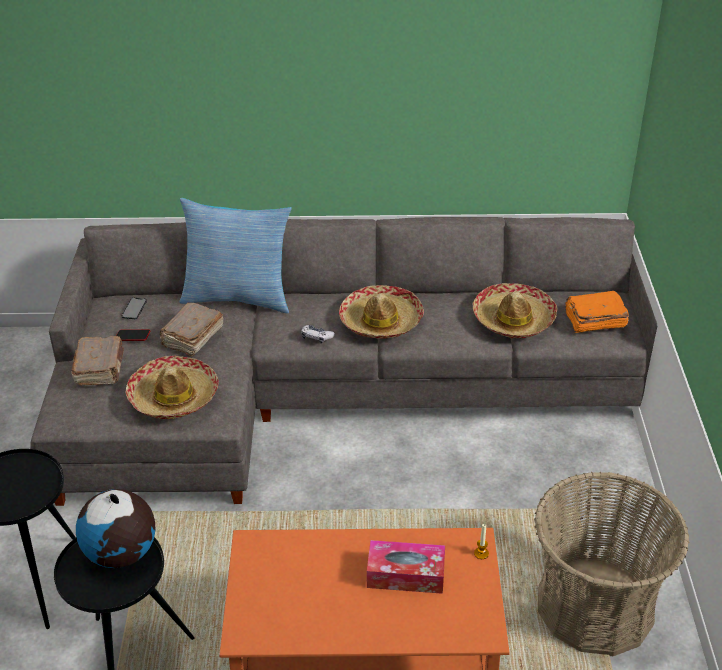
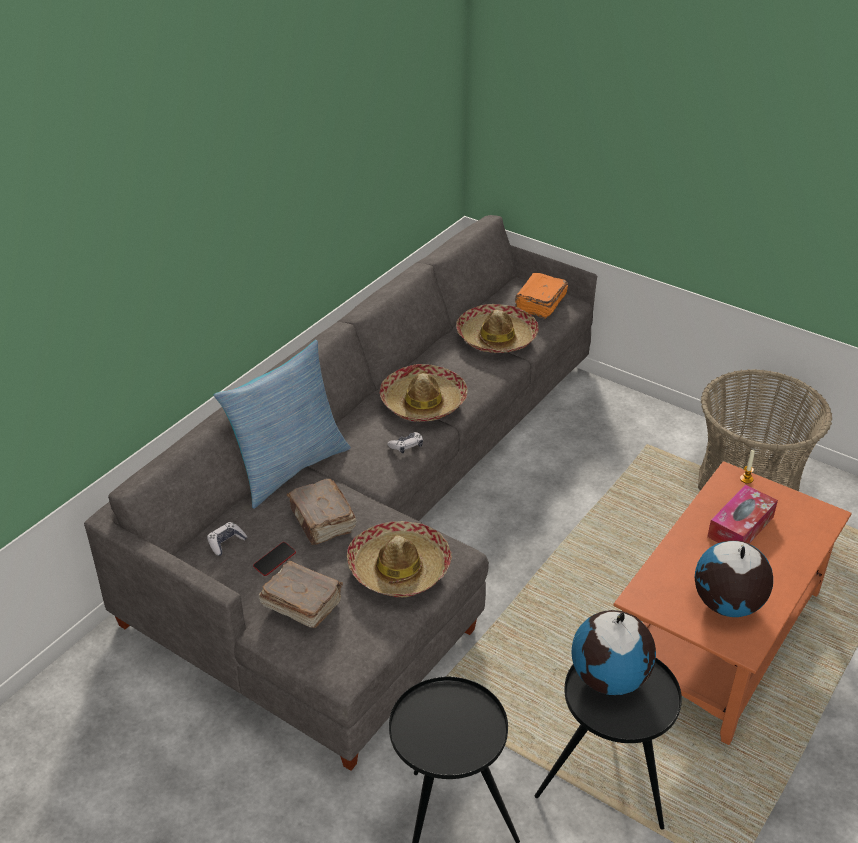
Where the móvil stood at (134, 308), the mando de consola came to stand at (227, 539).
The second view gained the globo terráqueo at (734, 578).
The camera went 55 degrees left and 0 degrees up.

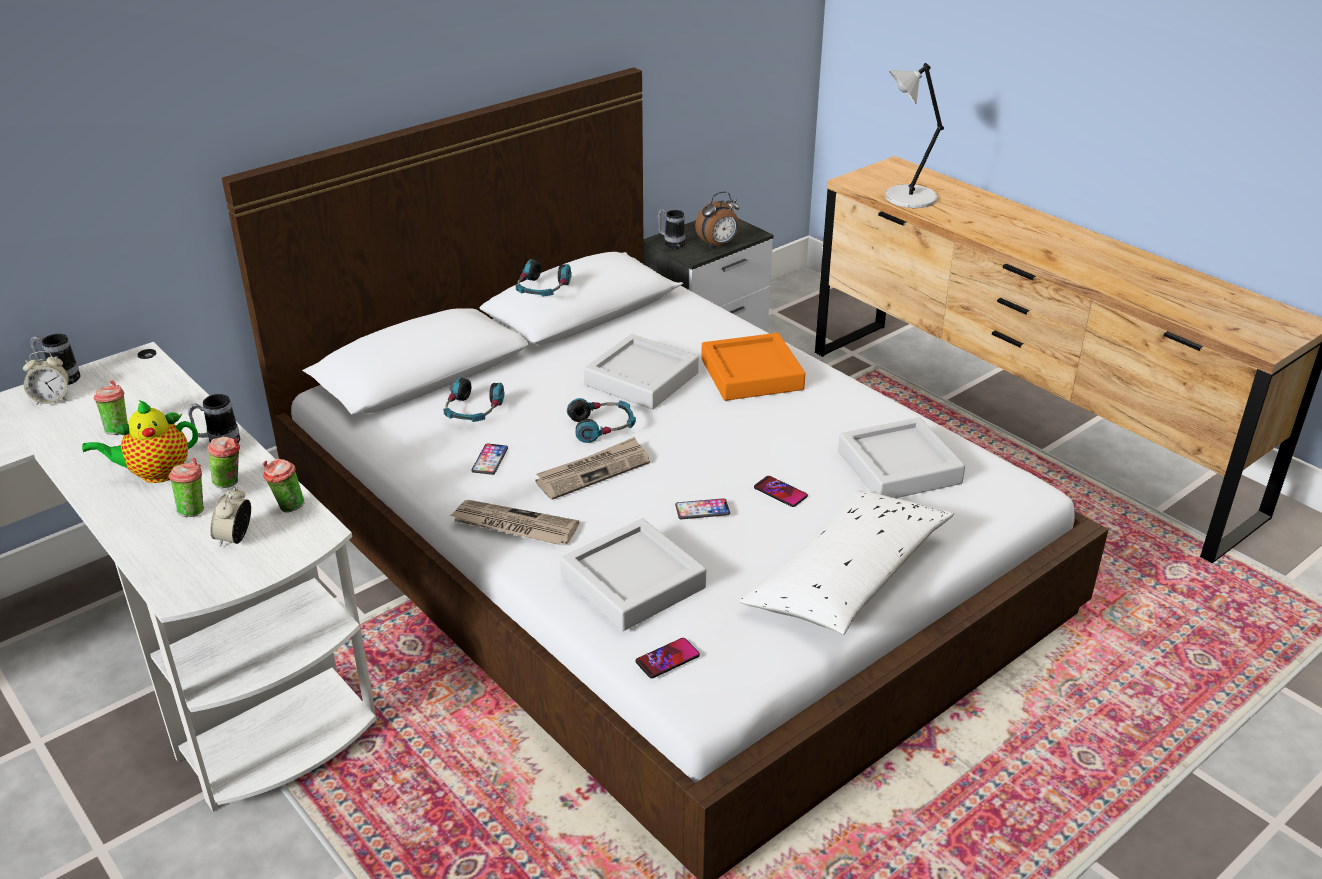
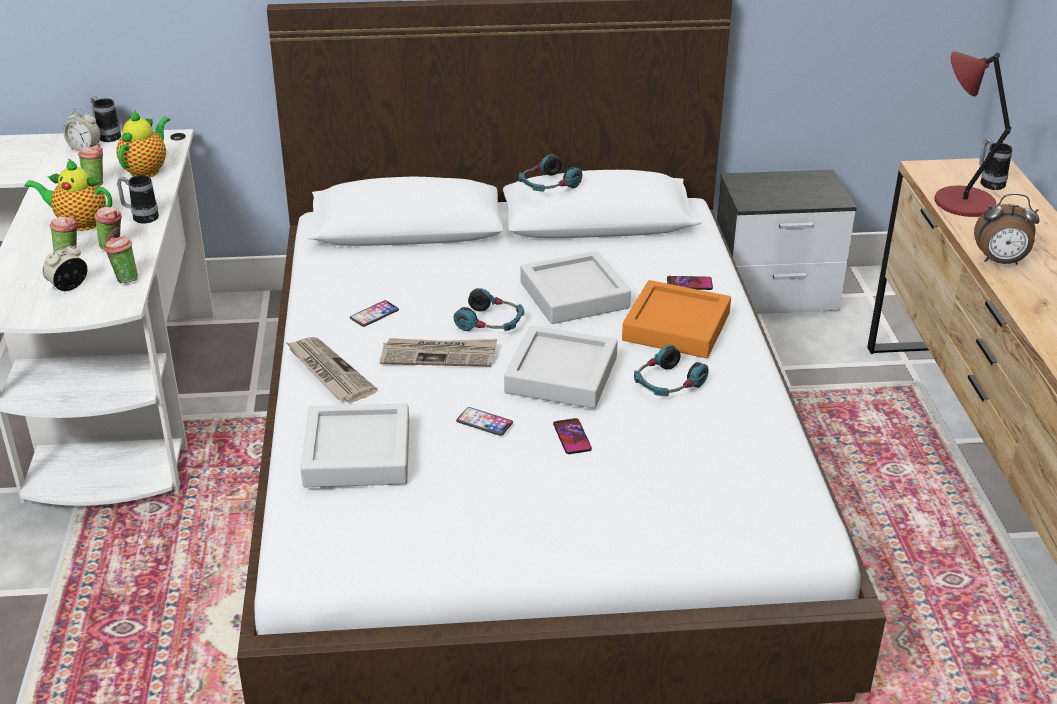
The second view gained the tetera at (143, 143).
The bandeja [gris] ended up elsewhere, having gone from (901, 457) to (561, 367).
The auriculares ended up elsewhere, having gone from (474, 399) to (671, 370).
The móvil ended up elsewhere, having gone from (668, 658) to (690, 283).
What was the lámpara de mesa [gris] at (914, 135) turned into the lámpara de mesa [rojo] at (973, 134).
The despertador ended up elsewhere, having gone from (717, 219) to (1007, 229).
The taza grande ended up elsewhere, having gone from (671, 229) to (995, 164).
The second view lost the cojín [blanco] at (846, 562).
The camera went 35 degrees right and 0 degrees up.

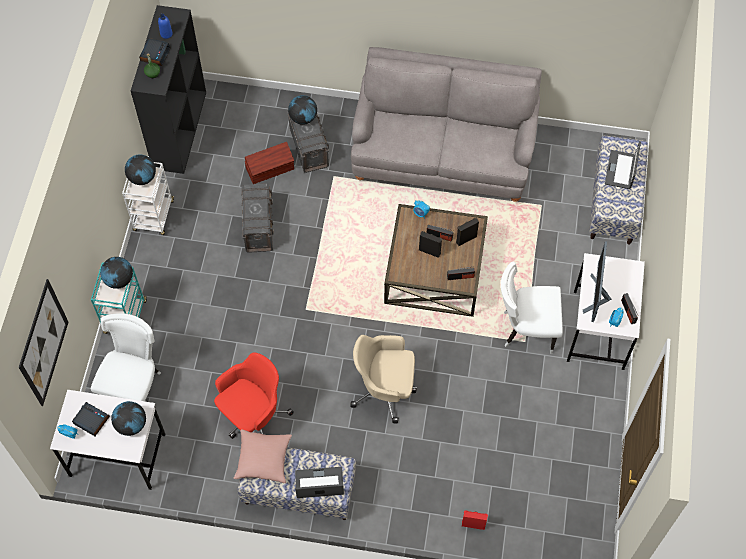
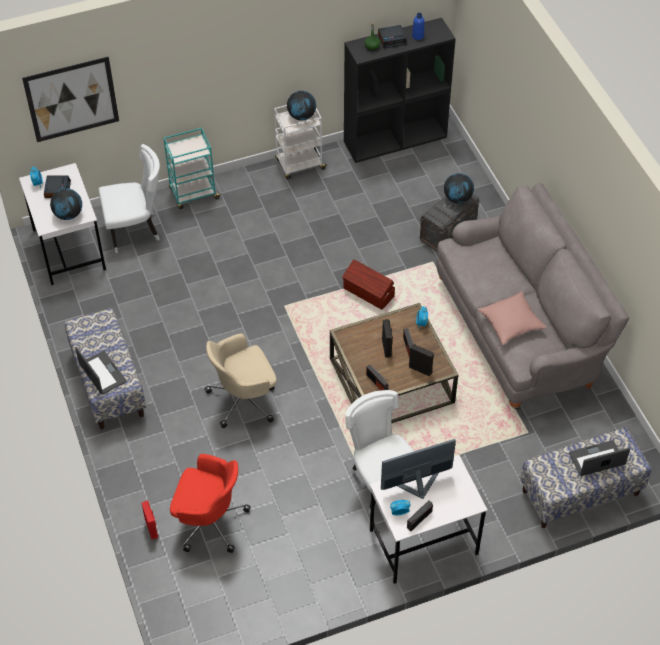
The silla de oficina [rojo] ended up elsewhere, having gone from (254, 395) to (210, 503).
The silla de oficina [beis] at (383, 379) ended up facing another way, 90 degrees counterclockwise from before.
The caja de almacenaje [marrón] ended up elsewhere, having gone from (269, 163) to (368, 284).
The cojín [rosa] ended up elsewhere, having gone from (263, 456) to (512, 318).
The second view lost the globo terráqueo at (116, 273).
The second view lost the caja de almacenaje [gris] at (257, 218).
The camera went 60 degrees right and 10 degrees down.

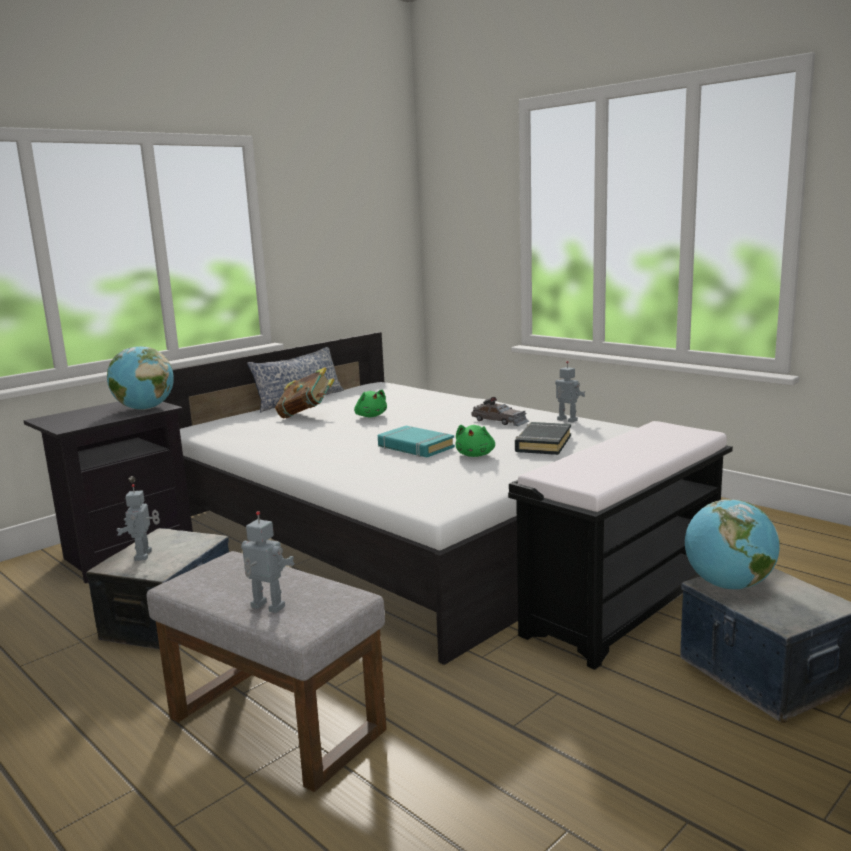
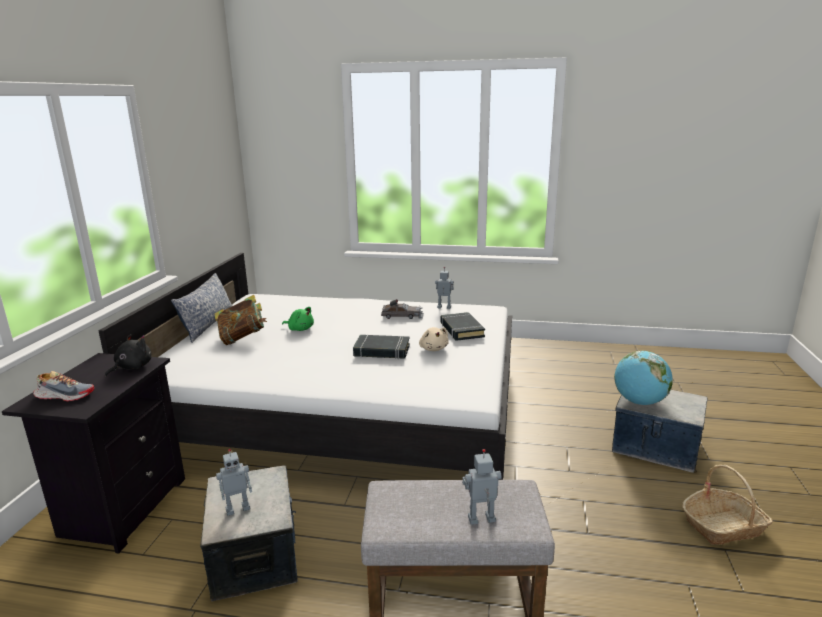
The second view gained the zapato at (63, 386).
Where the globo terráqueo stood at (140, 378), the peluche [negro] came to stand at (128, 355).
The robot de juguete at (138, 522) ended up facing another way, 75 degrees counterclockwise from before.
What was the libro [turquesa] at (416, 442) turned into the libro [negro] at (381, 347).
What was the peluche [verde] at (475, 441) turned into the peluche [beis] at (434, 339).
The second view gained the cesta at (727, 505).
The second view lost the banco [negro] at (620, 545).
The camera went 35 degrees left and 5 degrees up.

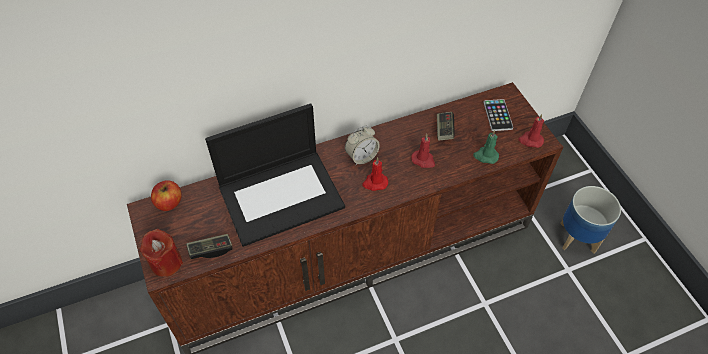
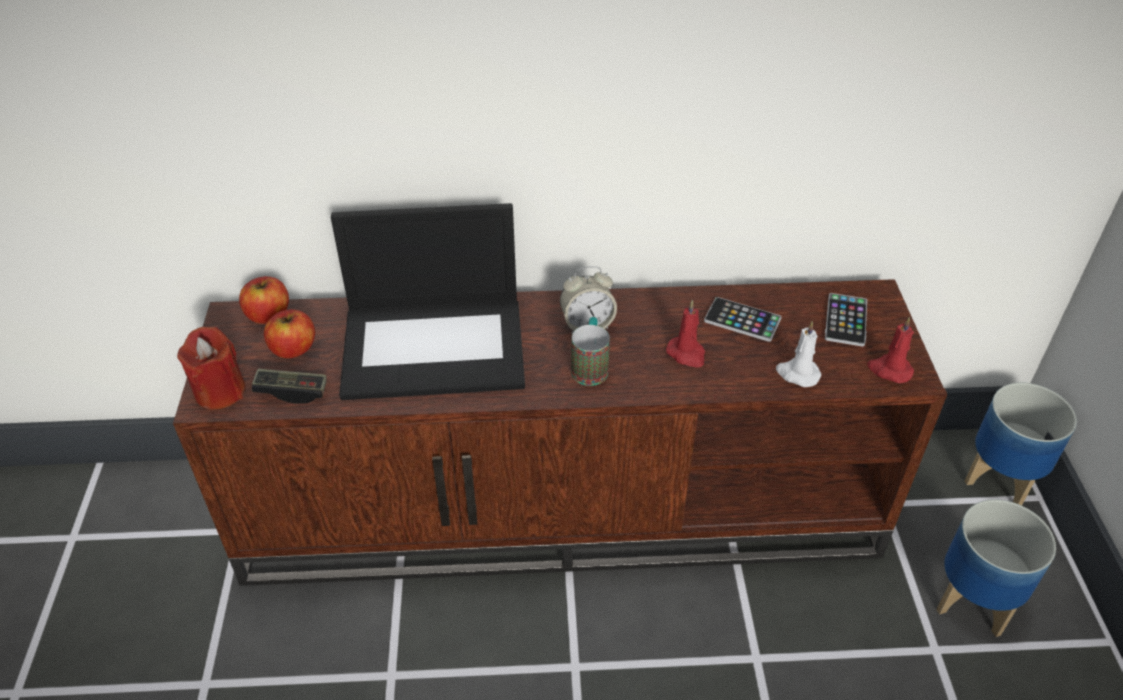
The second view gained the manzana at (289, 334).
Where the vela [rojo] stood at (375, 174), the taza grande came to stand at (590, 351).
Where the mando de consola stood at (446, 126), the móvil came to stand at (742, 319).
What was the vela [verde] at (486, 147) turned into the vela [blanco] at (798, 354).
The second view gained the maceta at (1021, 444).
The camera went 20 degrees right and 10 degrees down.

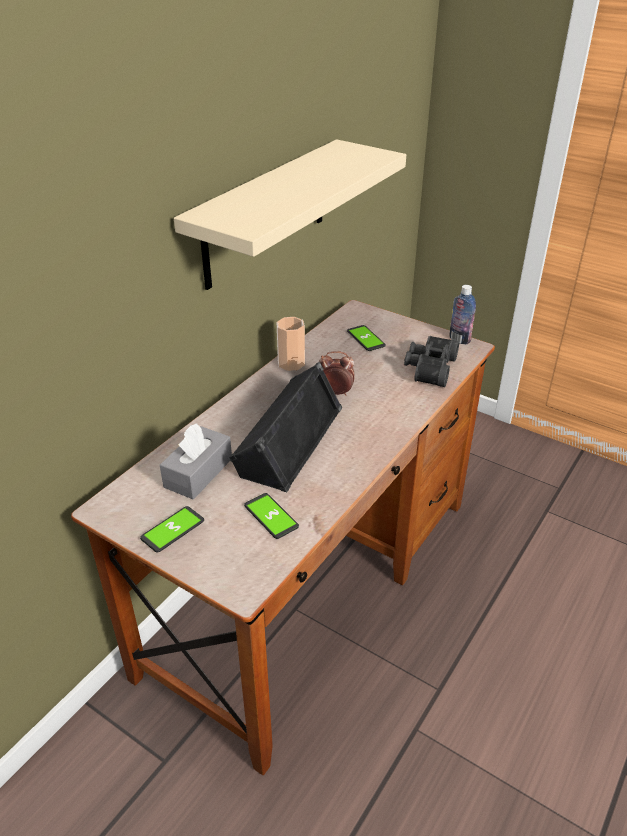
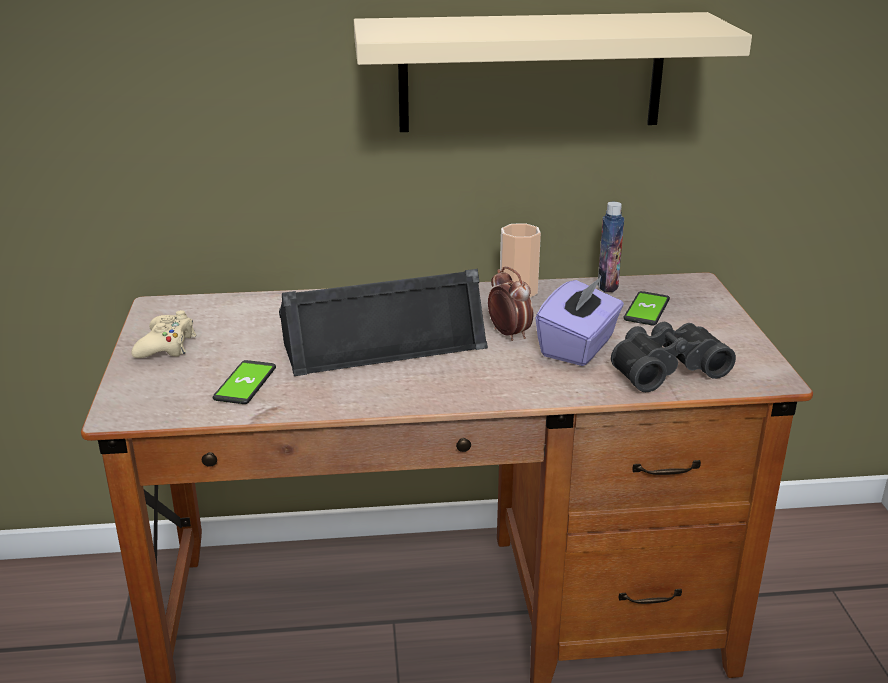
Where the móvil stood at (172, 529), the mando de consola [beis] came to stand at (163, 334).
The second view gained the caja de pañuelos [morado] at (579, 321).
The botella ended up elsewhere, having gone from (462, 315) to (610, 247).
The second view lost the caja de pañuelos [gris] at (196, 461).
The camera went 50 degrees right and 10 degrees down.

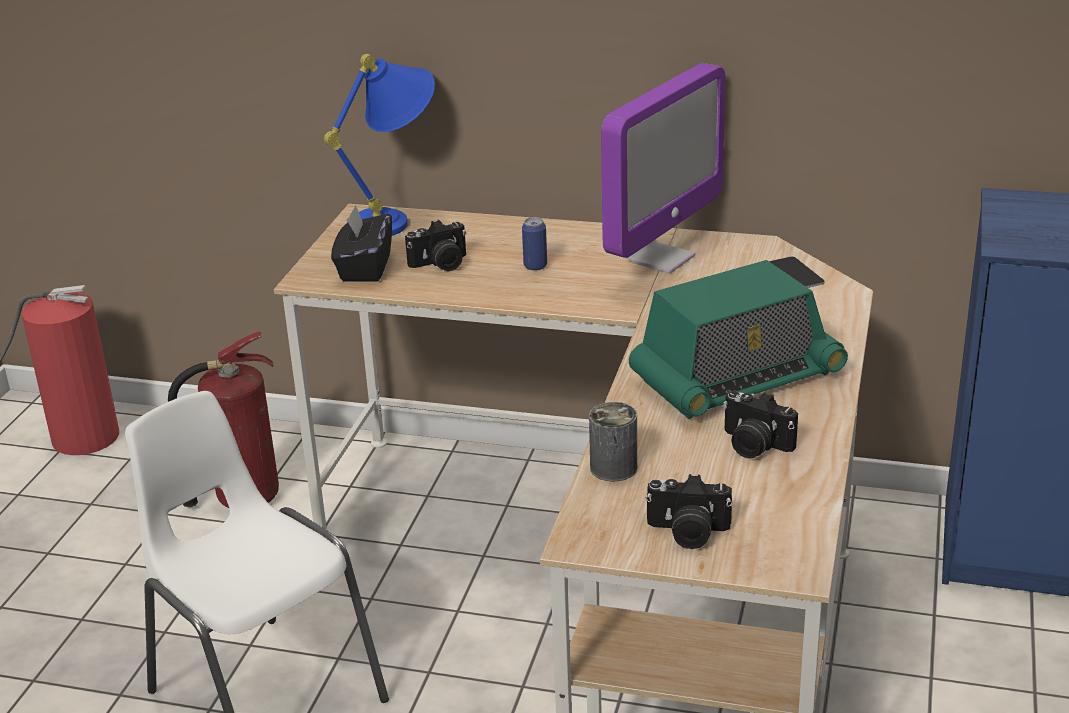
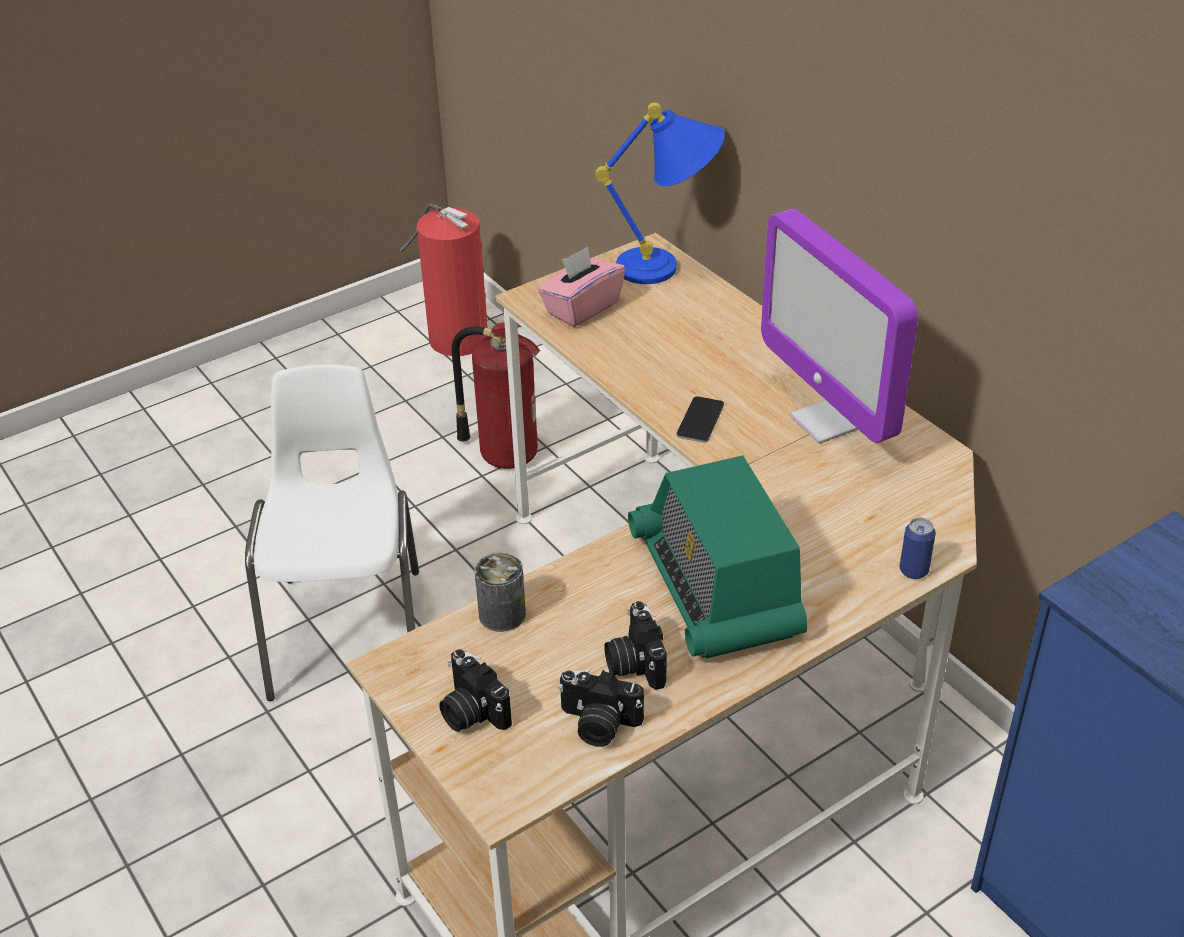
What was the caja de pañuelos [negro] at (361, 243) turned into the caja de pañuelos [rosa] at (581, 287).
The cámara ended up elsewhere, having gone from (436, 245) to (601, 708).
The radio at (738, 339) ended up facing another way, 60 degrees clockwise from before.
The móvil ended up elsewhere, having gone from (797, 272) to (700, 419).
The monitor at (663, 168) ended up facing another way, 75 degrees clockwise from before.
The lata ended up elsewhere, having gone from (534, 244) to (918, 548).
The camera went 40 degrees right and 10 degrees up.

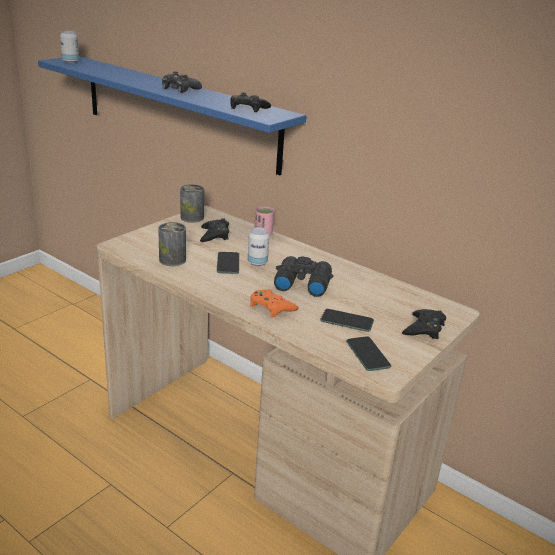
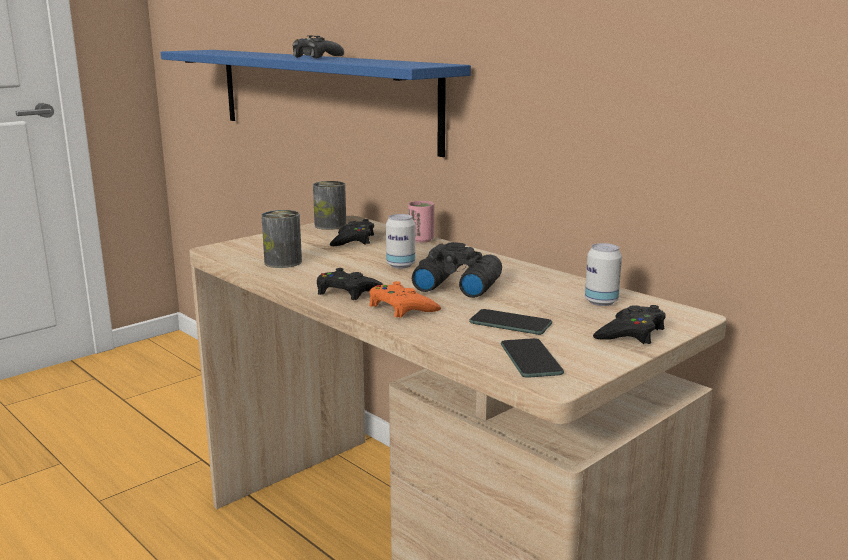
The mando de consola [negro] ended up elsewhere, having gone from (250, 102) to (350, 284).
The lata ended up elsewhere, having gone from (69, 47) to (603, 274).
The second view lost the móvil at (228, 263).
The camera went 10 degrees right and 10 degrees down.

